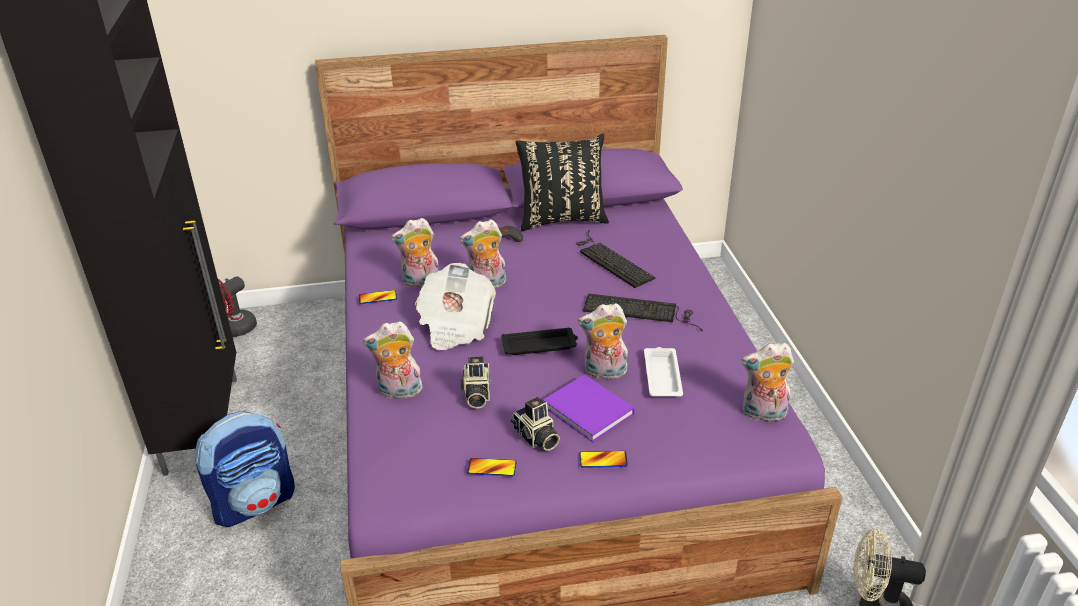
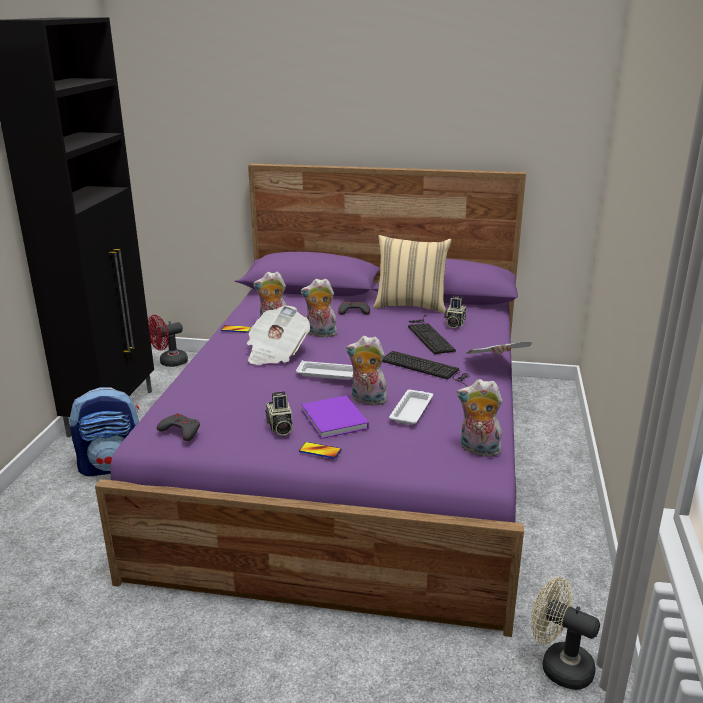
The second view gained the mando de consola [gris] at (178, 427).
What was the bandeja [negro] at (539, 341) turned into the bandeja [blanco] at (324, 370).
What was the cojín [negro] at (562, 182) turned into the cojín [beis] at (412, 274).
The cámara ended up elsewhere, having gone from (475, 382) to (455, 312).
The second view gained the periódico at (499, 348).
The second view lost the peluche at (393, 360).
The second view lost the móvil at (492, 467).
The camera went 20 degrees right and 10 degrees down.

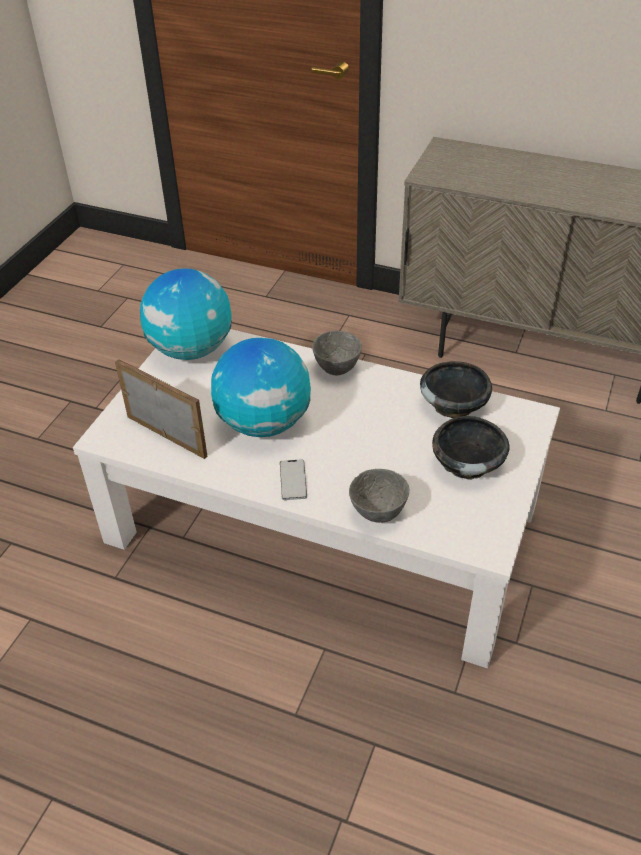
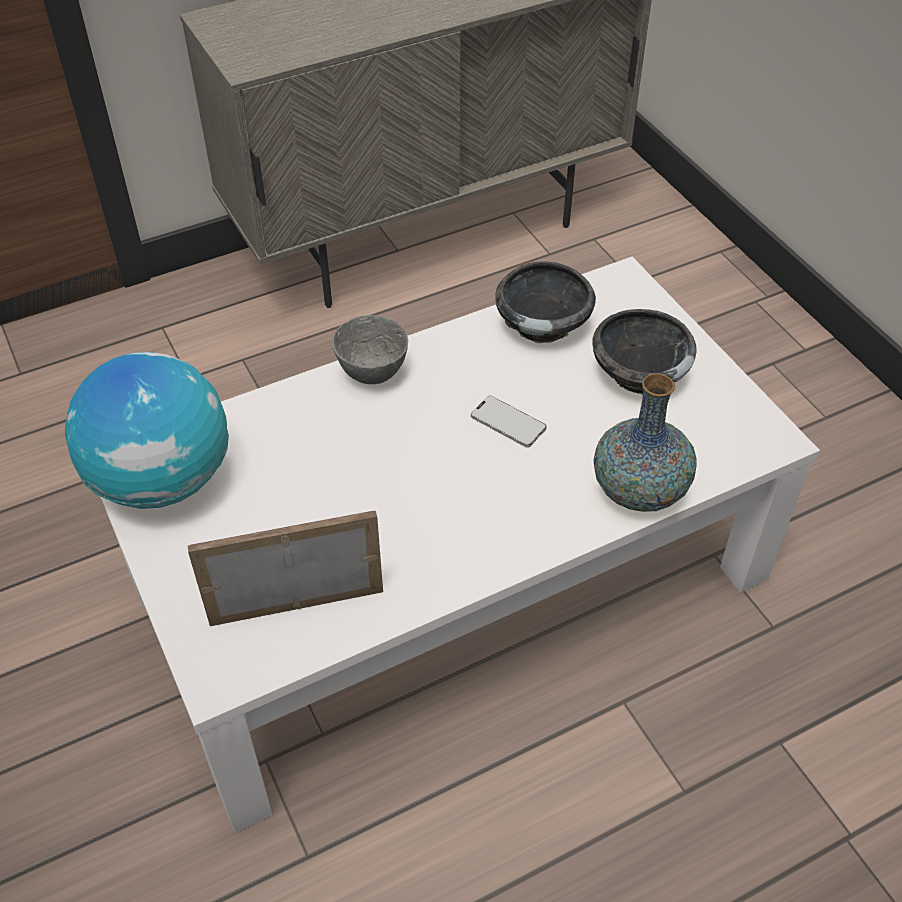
The móvil ended up elsewhere, having gone from (293, 479) to (509, 421).
Where the cuenco [gris] stood at (379, 496), the florero came to stand at (645, 442).
The second view lost the globo terráqueo at (261, 387).
The camera went 50 degrees left and 5 degrees up.

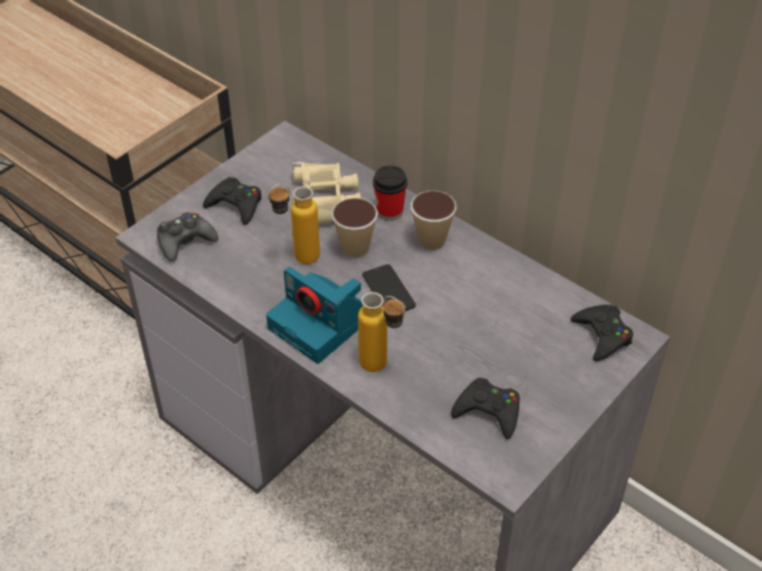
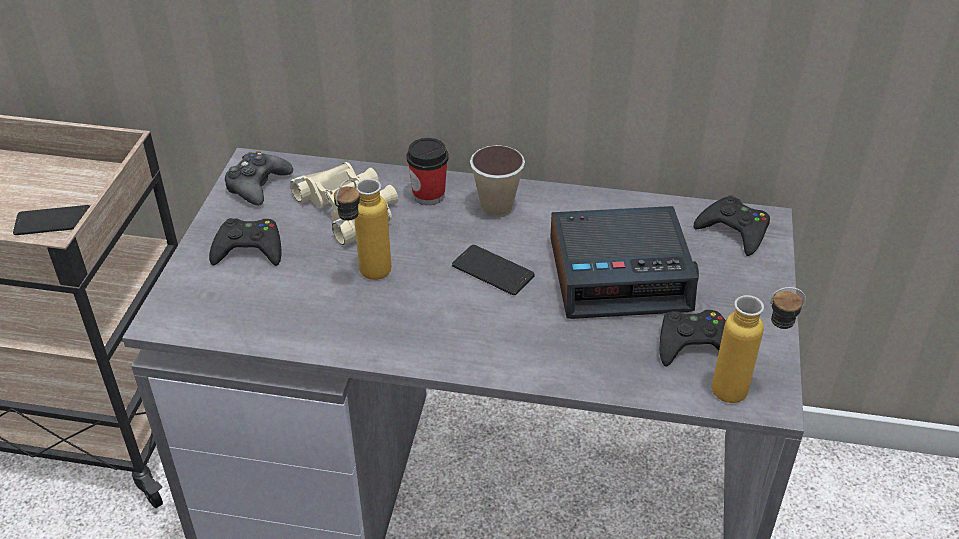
The second view gained the móvil at (51, 220).
The mando de consola [negro] ended up elsewhere, having gone from (187, 237) to (259, 178).
The second view gained the despertador at (624, 262).
The botella ended up elsewhere, having gone from (381, 332) to (759, 345).
The second view lost the cámara at (314, 315).
The second view lost the taza at (354, 228).
The camera went 30 degrees left and 5 degrees down.

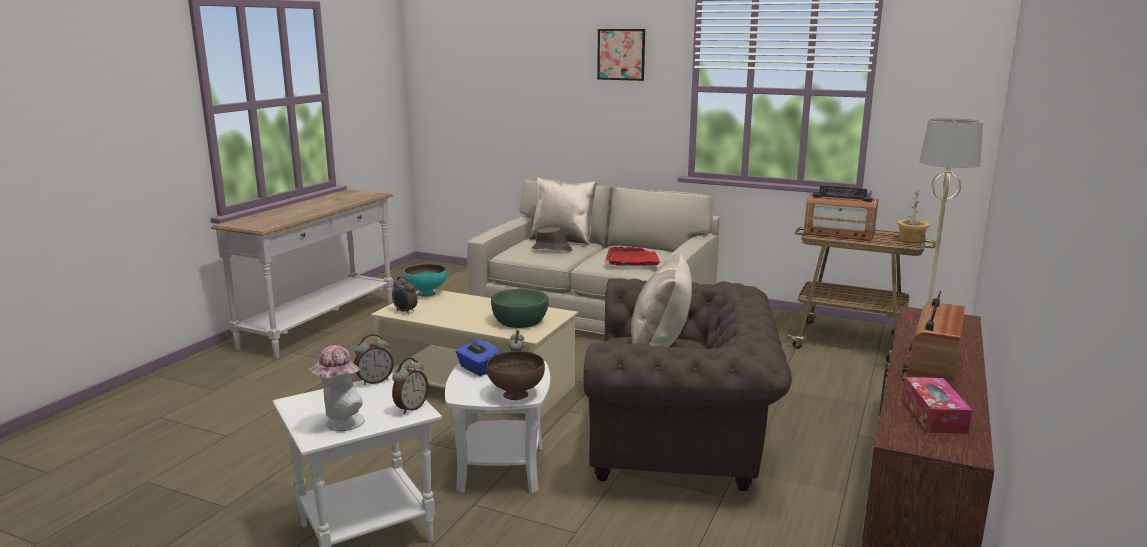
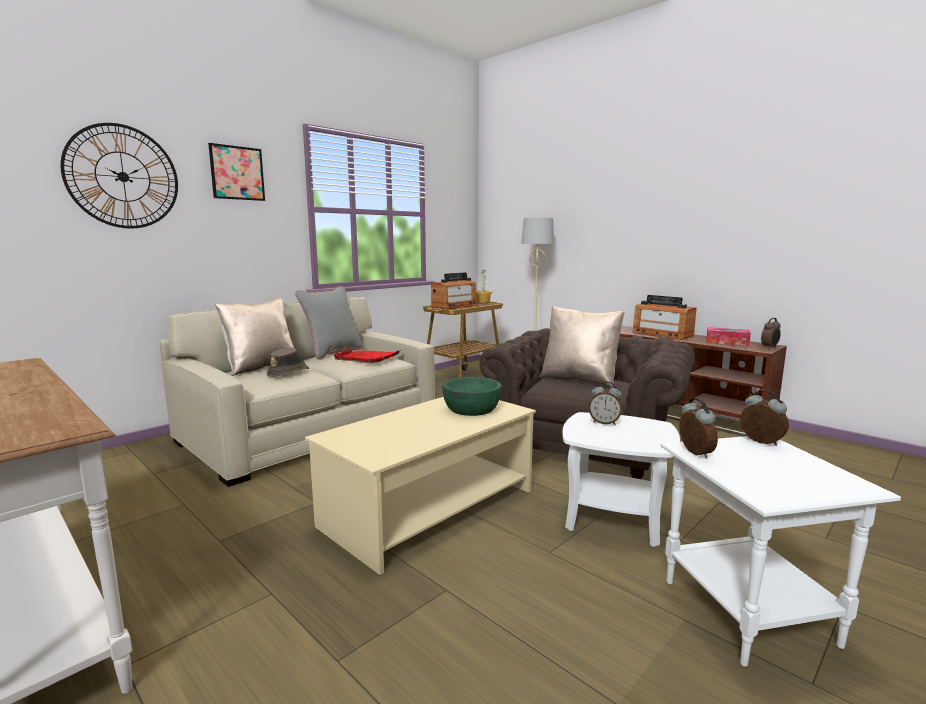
The second view gained the reloj de pared at (119, 176).
The second view gained the cojín [gris] at (329, 323).
The despertador ended up elsewhere, having gone from (405, 295) to (771, 333).
The second view lost the sombrero at (336, 388).
The second view lost the cuenco [turquesa] at (425, 280).
The second view lost the caja de pañuelos [azul] at (477, 357).
The second view lost the cuenco [marrón] at (516, 375).
The camera went 70 degrees left and 5 degrees down.

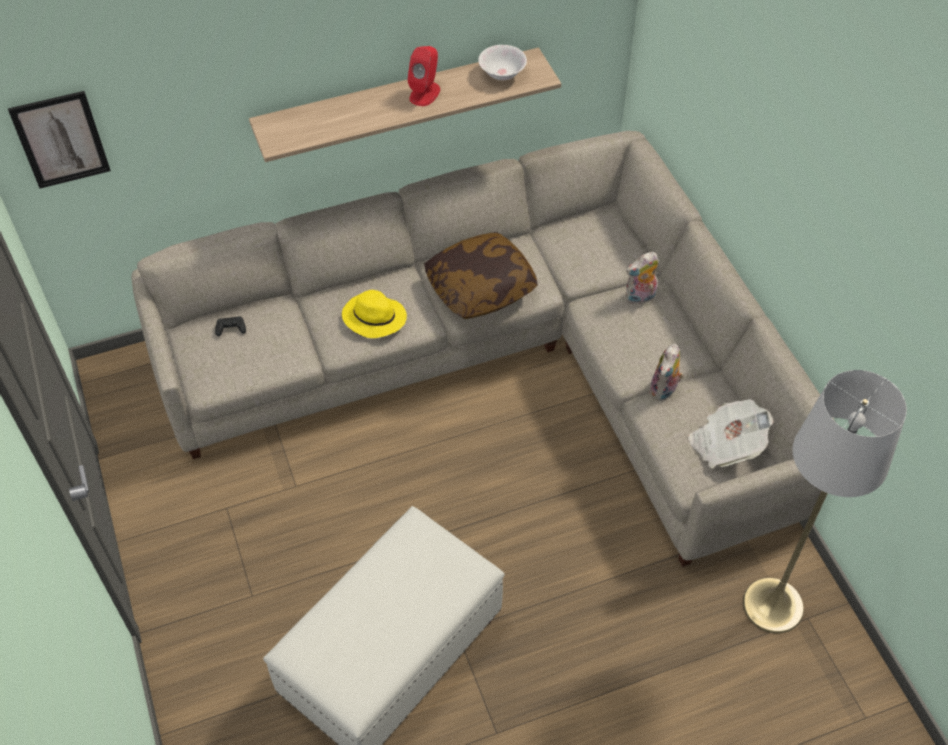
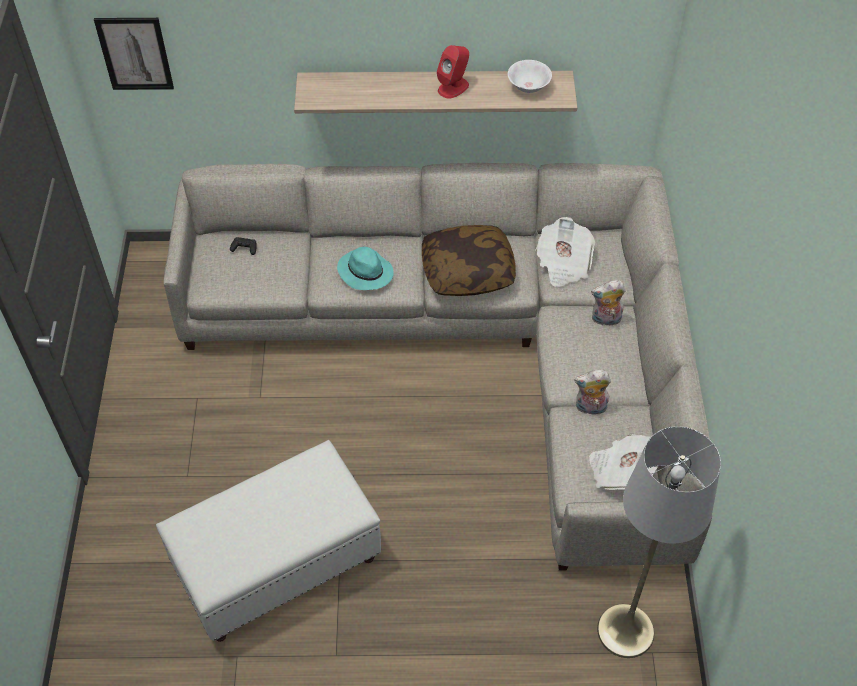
What was the sombrero [amarillo] at (374, 314) turned into the sombrero [turquesa] at (365, 268).
The second view gained the periódico at (565, 252).
The peluche at (666, 372) ended up facing another way, 45 degrees clockwise from before.
The camera went 20 degrees right and 0 degrees up.

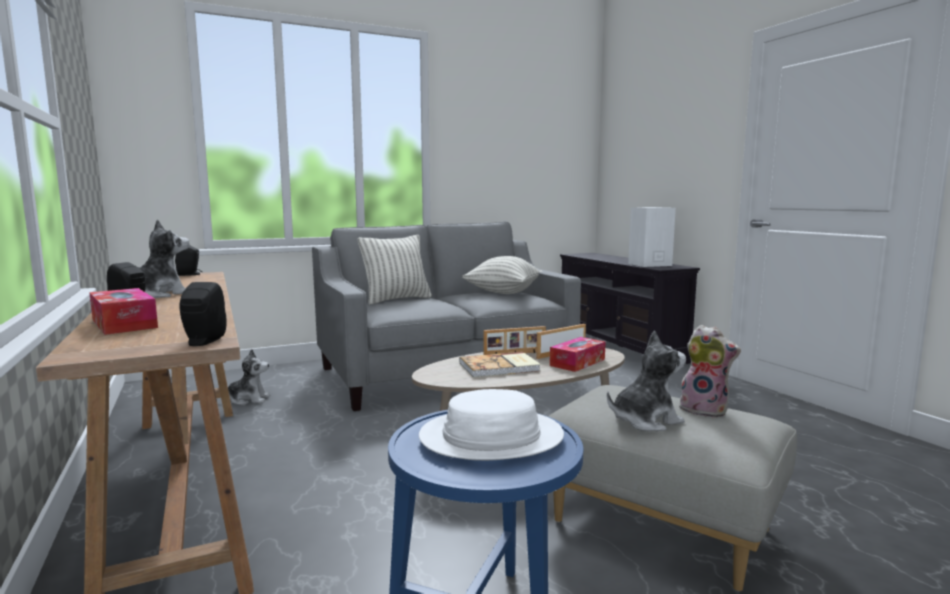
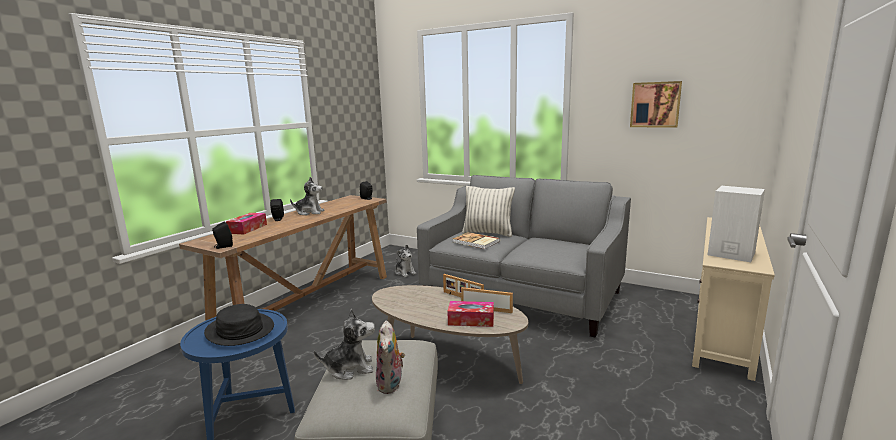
What was the sombrero [blanco] at (491, 425) turned into the sombrero [negro] at (239, 325).
The peluche at (646, 381) ended up facing another way, 45 degrees counterclockwise from before.
The libro ended up elsewhere, having gone from (500, 365) to (476, 240).
The second view gained the cuadro at (656, 104).
What was the mueble de televisión [negro] at (630, 308) turned into the mueble de televisión [beis] at (733, 299).
The second view lost the cojín at (502, 275).
The camera went 55 degrees right and 5 degrees up.

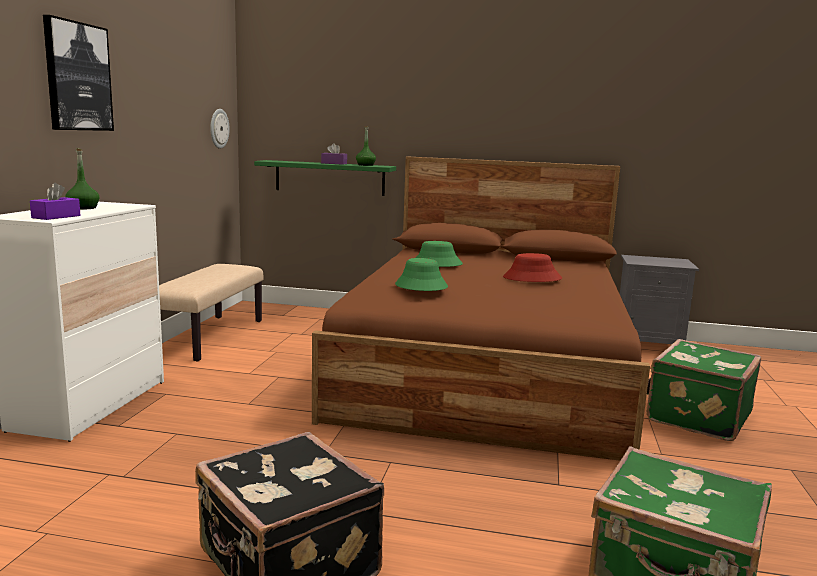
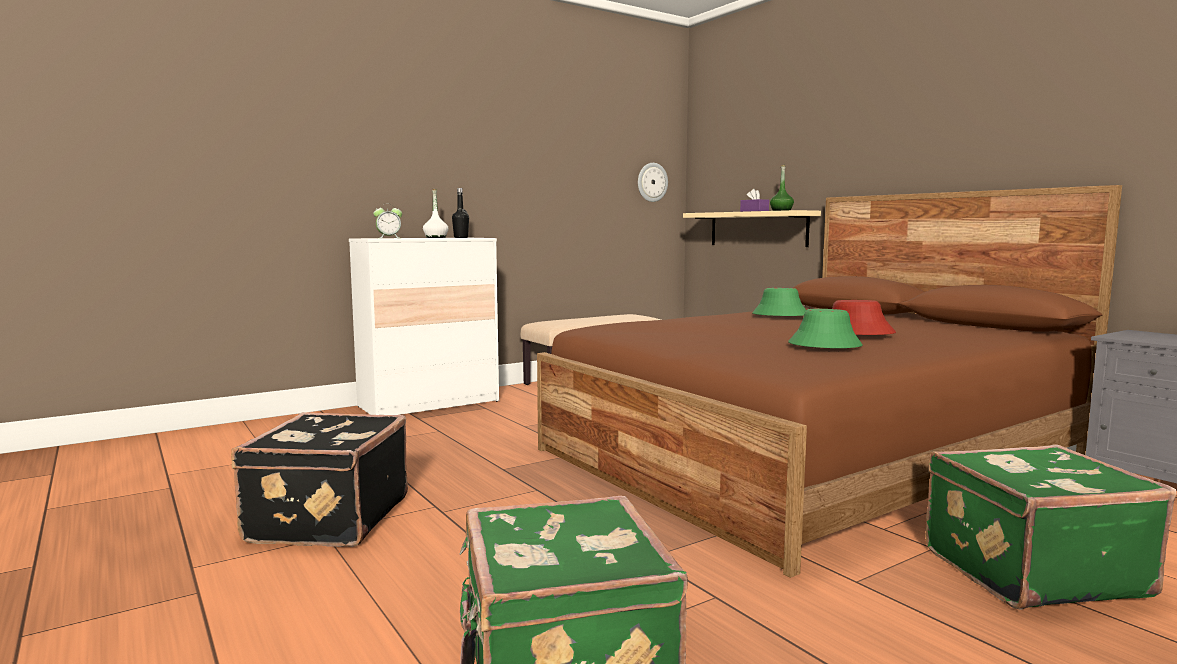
Where the caja de pañuelos [morado] stood at (55, 201), the despertador came to stand at (387, 221).
What was the botella [verde] at (82, 178) turned into the botella [blanco] at (436, 213).
The second view gained the botella [negro] at (460, 213).
What was the estante [verde] at (325, 178) turned into the estante [beis] at (752, 228).
The sombrero [verde] ended up elsewhere, having gone from (421, 274) to (825, 328).
The second view lost the cuadro at (78, 73).
The camera went 45 degrees right and 5 degrees down.

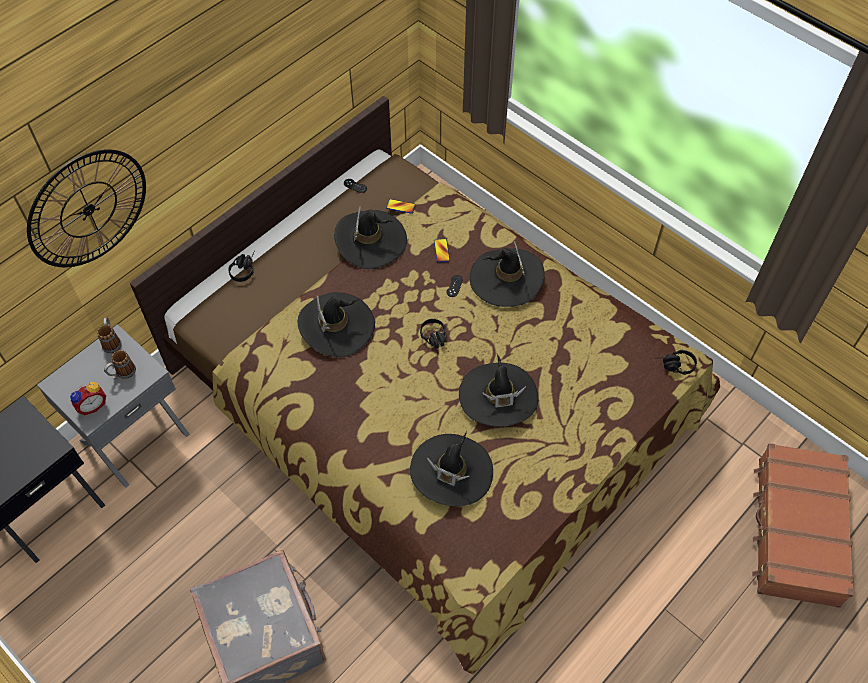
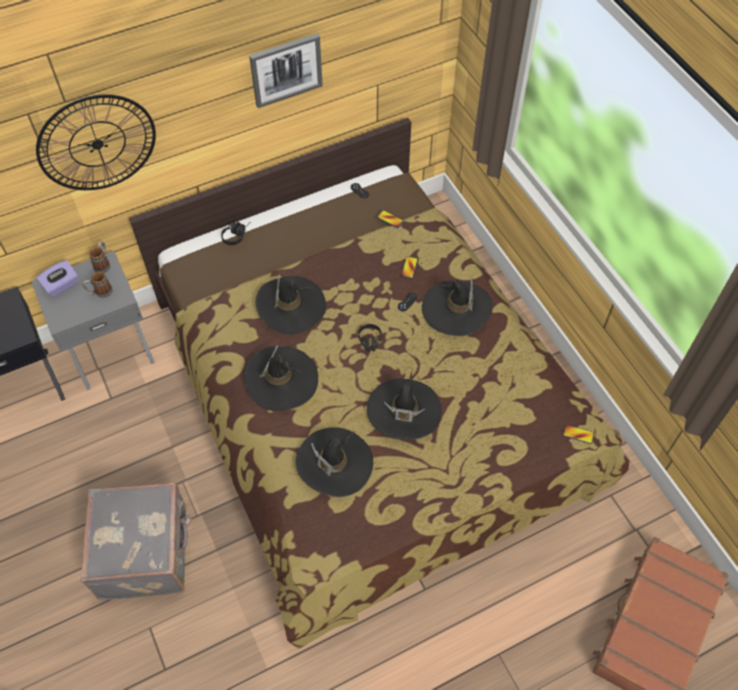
The second view gained the caja de pañuelos [morado] at (57, 278).
The sombrero [negro] ended up elsewhere, having gone from (370, 237) to (281, 378).
The second view gained the cuadro at (286, 70).
Where the auriculares [negro] stood at (679, 362), the móvil came to stand at (578, 434).
The second view lost the despertador at (88, 398).
The camera went 20 degrees right and 0 degrees up.

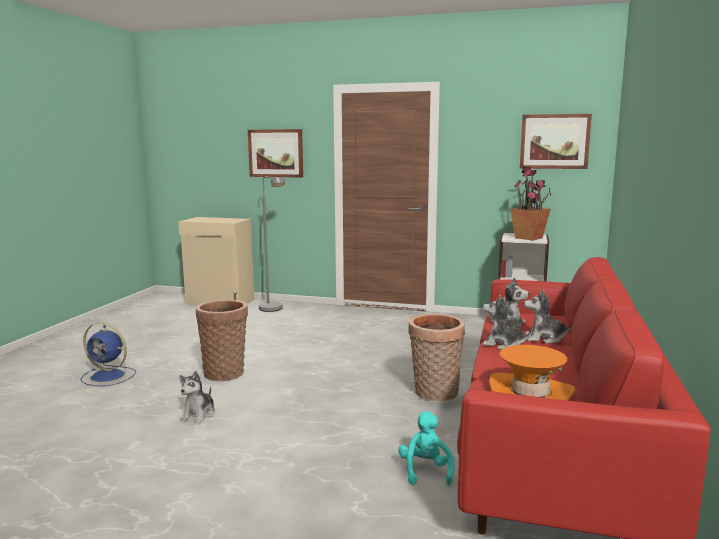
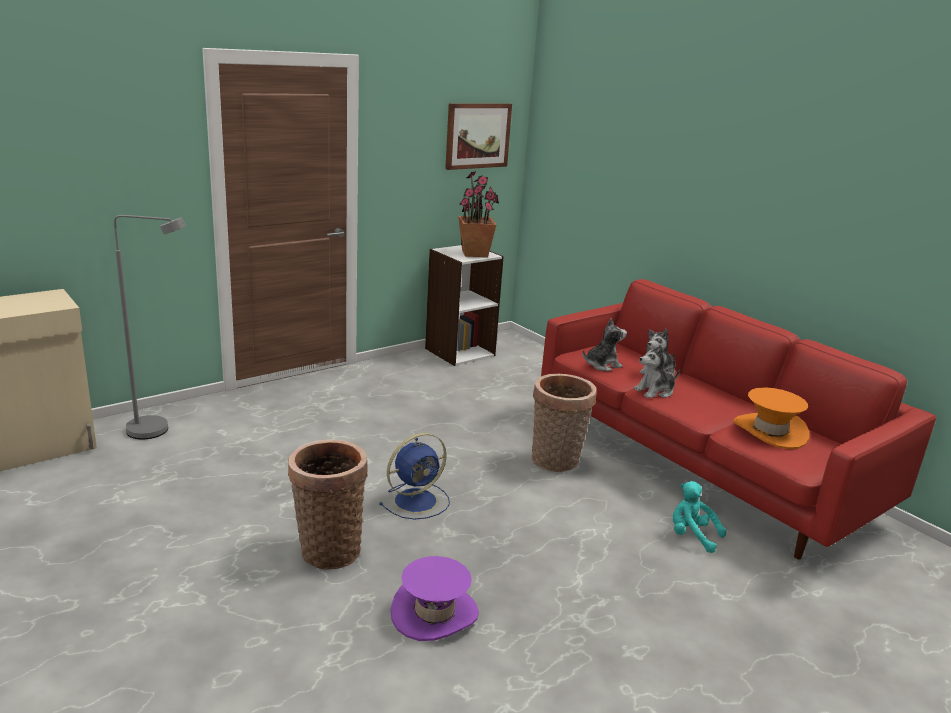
The ventilador [azul] ended up elsewhere, having gone from (108, 354) to (414, 476).
Where the peluche stood at (197, 397), the sombrero [morado] came to stand at (434, 598).
The second view lost the cuadro at (275, 153).
The camera went 55 degrees left and 10 degrees up.

